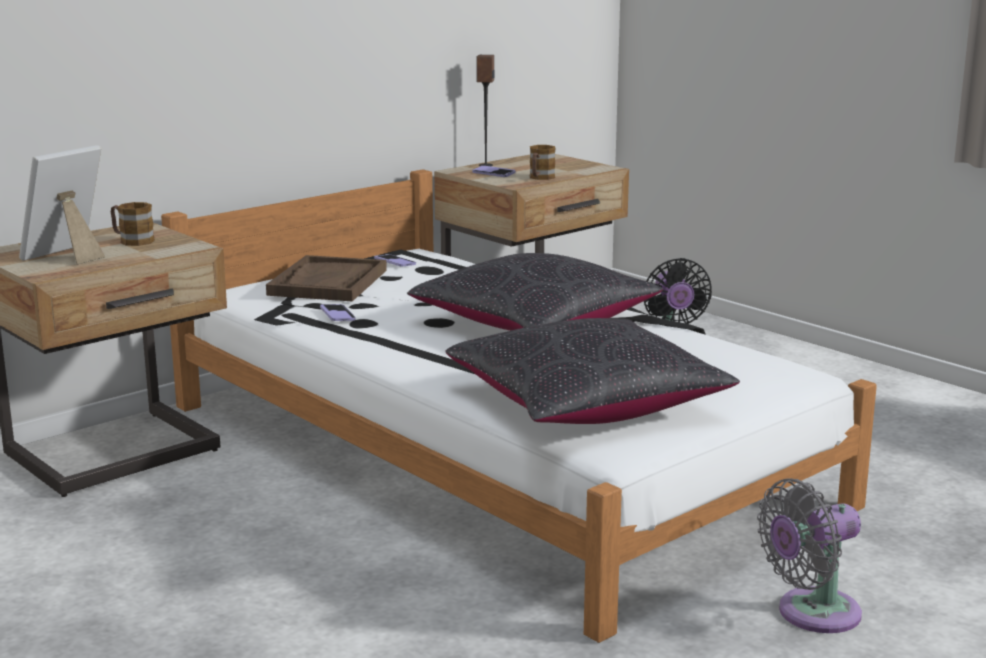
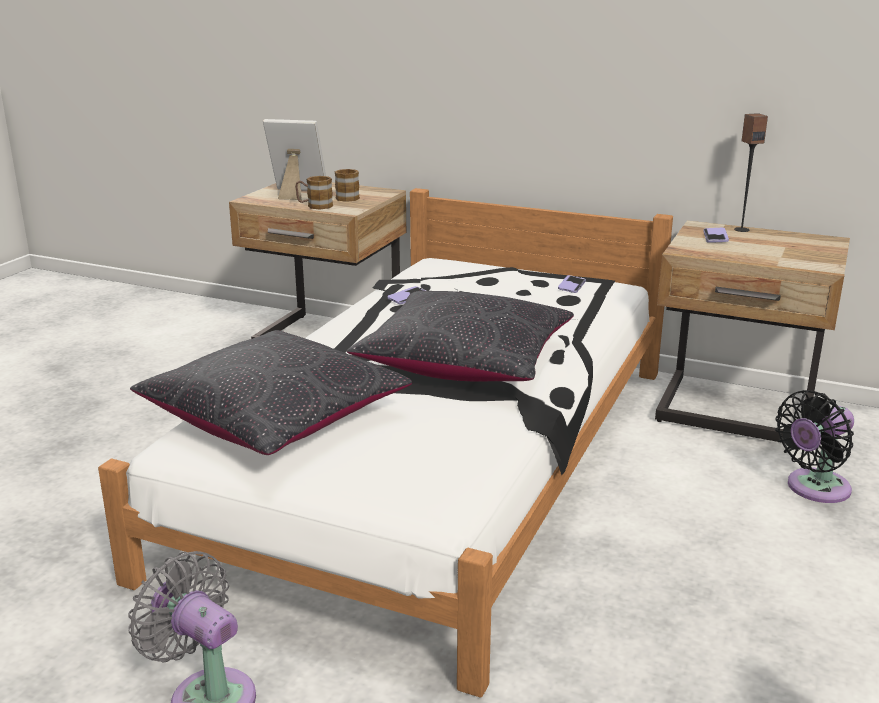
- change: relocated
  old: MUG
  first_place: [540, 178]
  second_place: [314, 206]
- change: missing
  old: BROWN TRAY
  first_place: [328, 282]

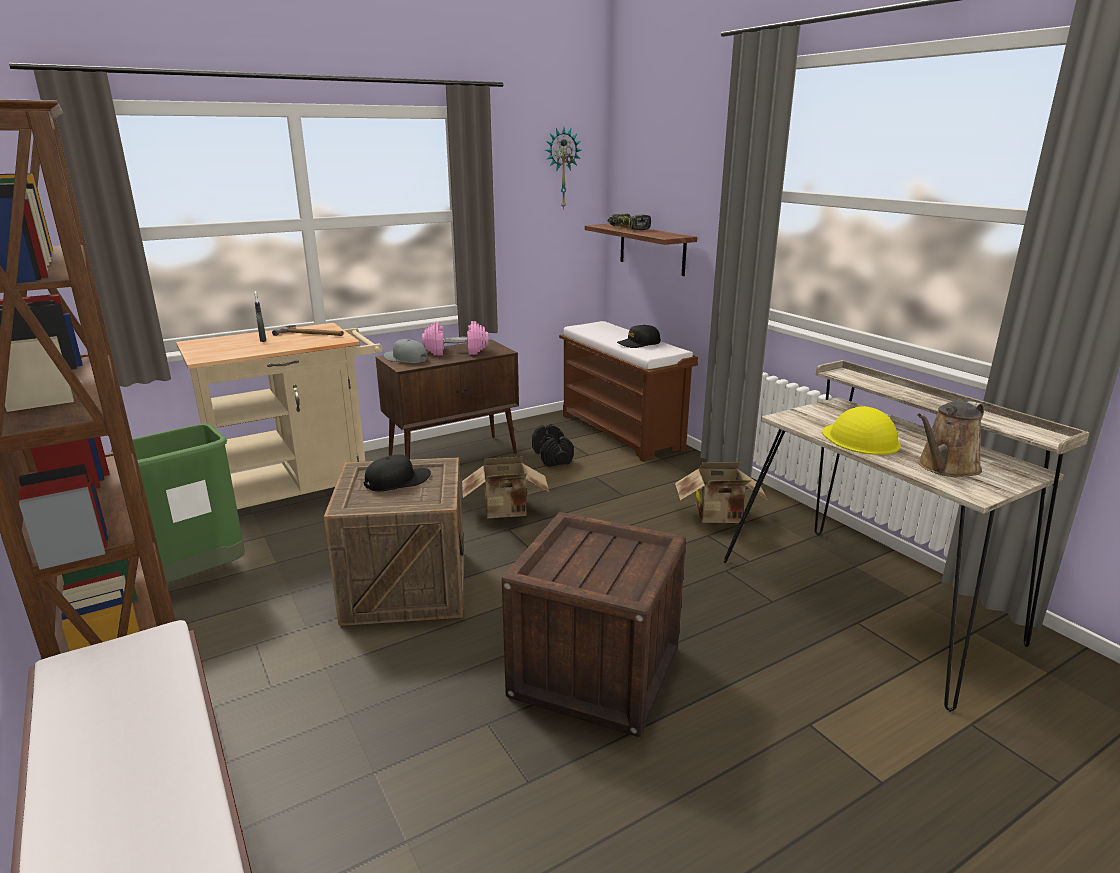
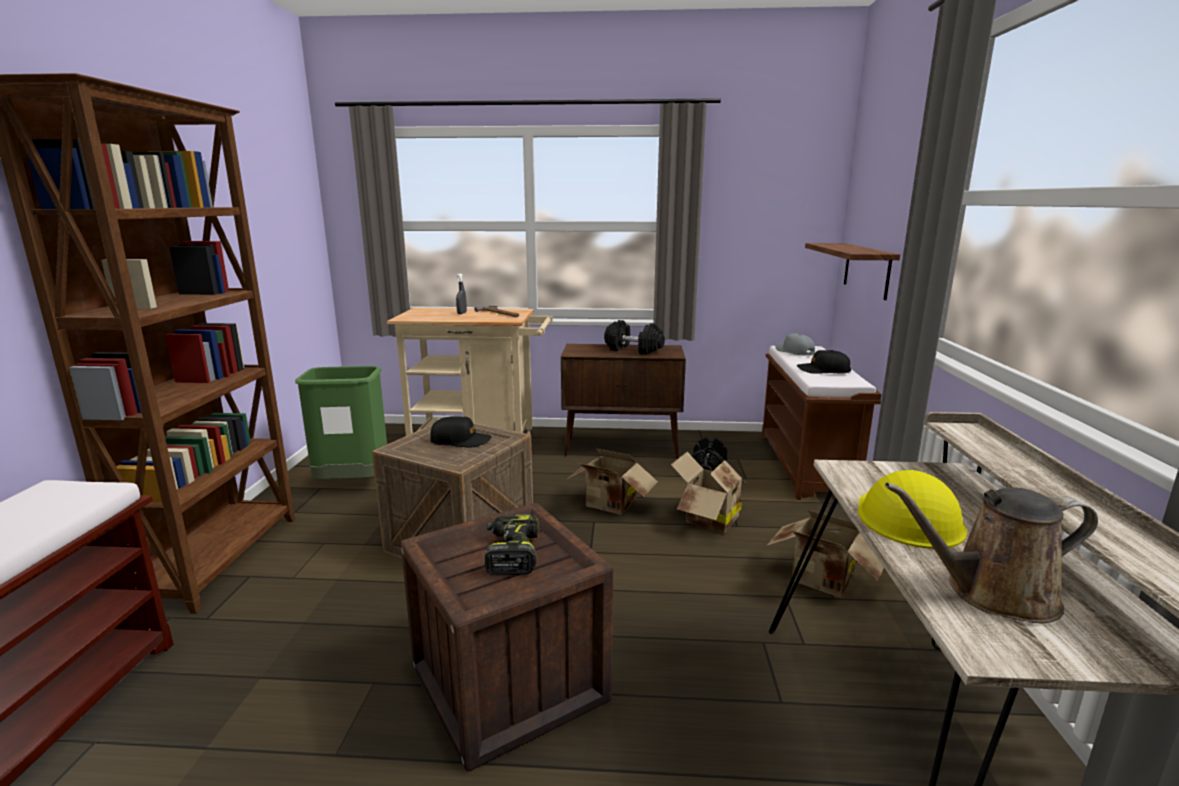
- change: relocated
  old: POWER DRILL
  first_place: [627, 228]
  second_place: [511, 553]
- change: colour
  old: PINK DUMBBELL
  new: BLACK DUMBBELL
  first_place: [456, 351]
  second_place: [634, 349]
- change: appeared
  new: CARDBOARD BOX
  second_place: [707, 520]
- change: relocated
  old: GREY CAP
  first_place: [405, 359]
  second_place: [794, 351]
- change: missing
  old: WALL CLOCK
  first_place: [561, 168]

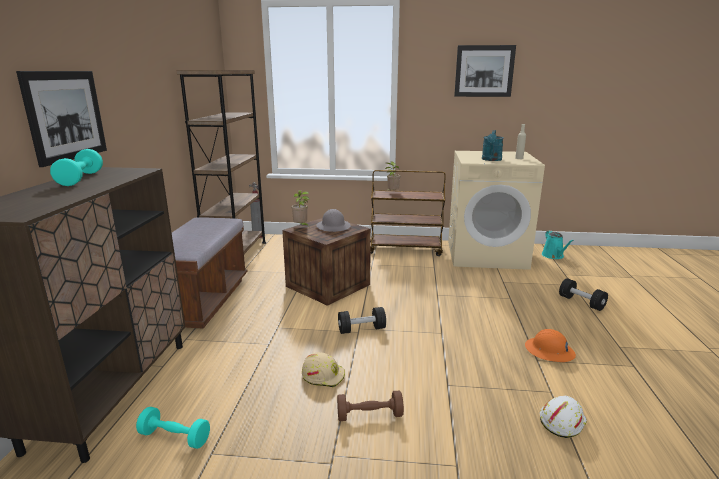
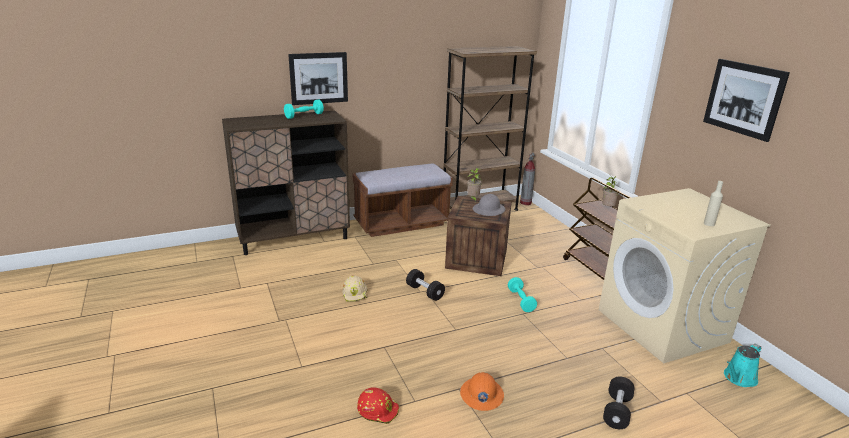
- change: colour
  old: WHITE HARD HAT
  new: RED HARD HAT
  first_place: [561, 421]
  second_place: [378, 410]
- change: relocated
  old: TURQUOISE DUMBBELL
  first_place: [175, 437]
  second_place: [521, 301]
- change: missing
  old: BROWN DUMBBELL
  first_place: [369, 415]
- change: missing
  old: TURQUOISE WATERING CAN
  first_place: [491, 160]

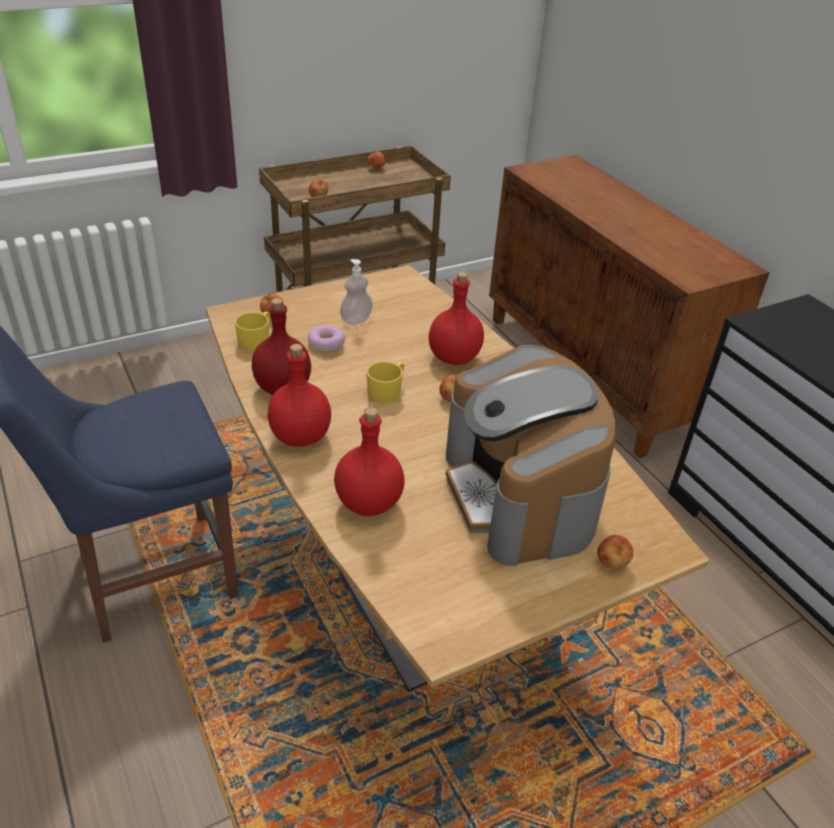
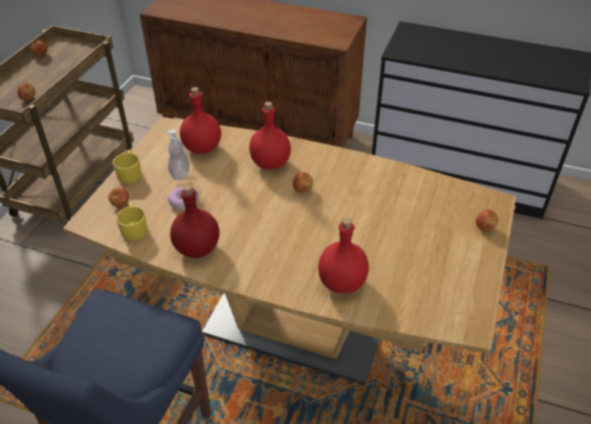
- change: relocated
  old: YELLOW MUG
  first_place: [387, 391]
  second_place: [130, 173]
- change: relocated
  old: RED BOTTLE
  first_place: [300, 436]
  second_place: [202, 147]
- change: missing
  old: COFFEE MACHINE
  first_place: [520, 495]

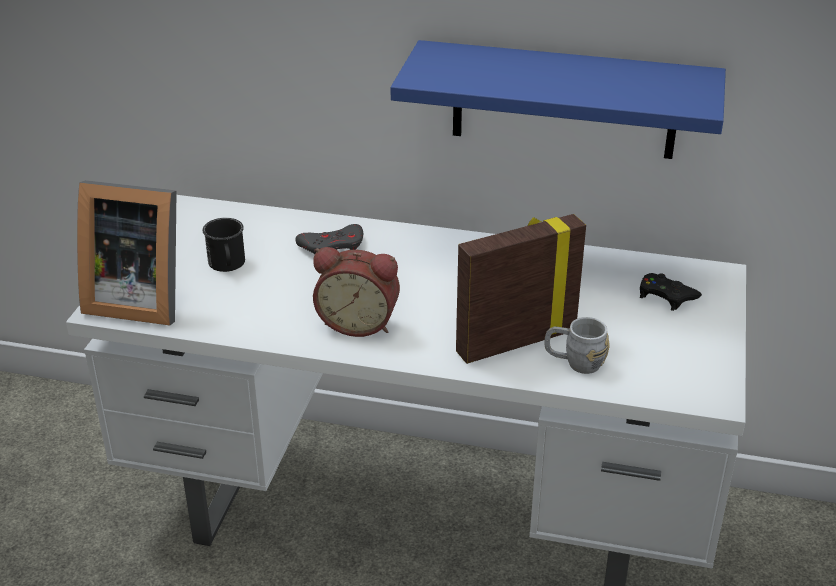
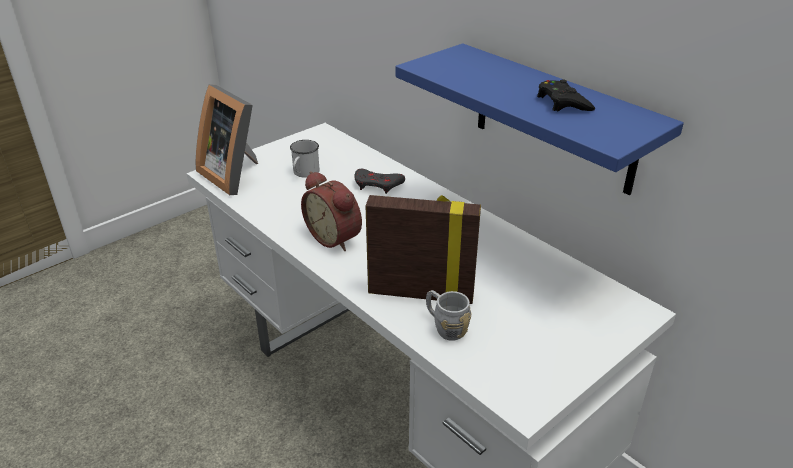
- change: colour
  old: BLACK MUG
  new: WHITE MUG
  first_place: [227, 265]
  second_place: [304, 173]
- change: relocated
  old: BLACK GAME CONTROLLER
  first_place: [666, 296]
  second_place: [563, 102]

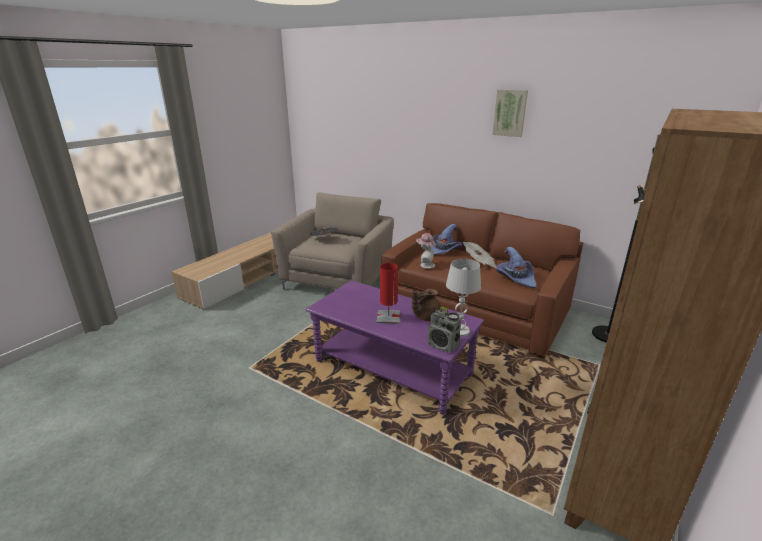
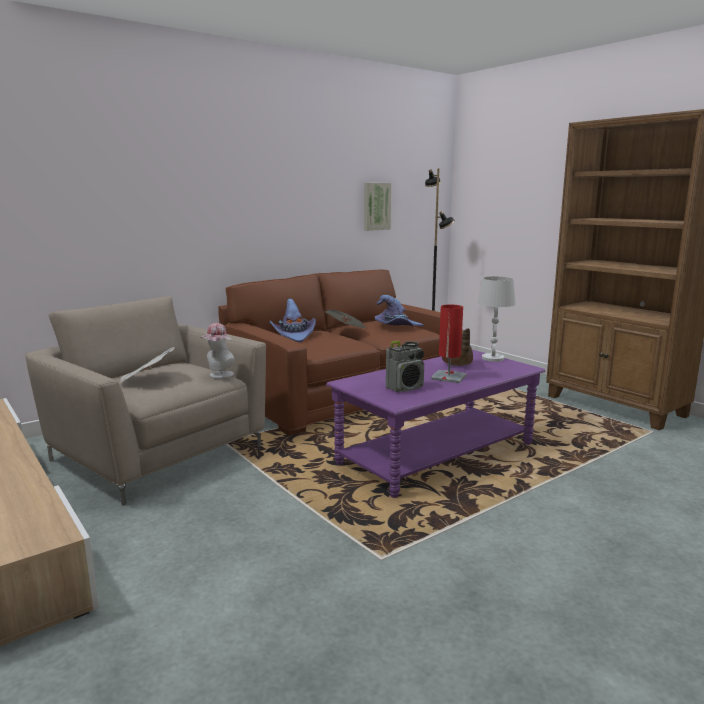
- change: relocated
  old: HAT
  first_place: [425, 265]
  second_place: [219, 375]
- change: relocated
  old: PICTURE
  first_place: [510, 113]
  second_place: [376, 206]
- change: relocated
  old: RADIO
  first_place: [443, 346]
  second_place: [405, 388]

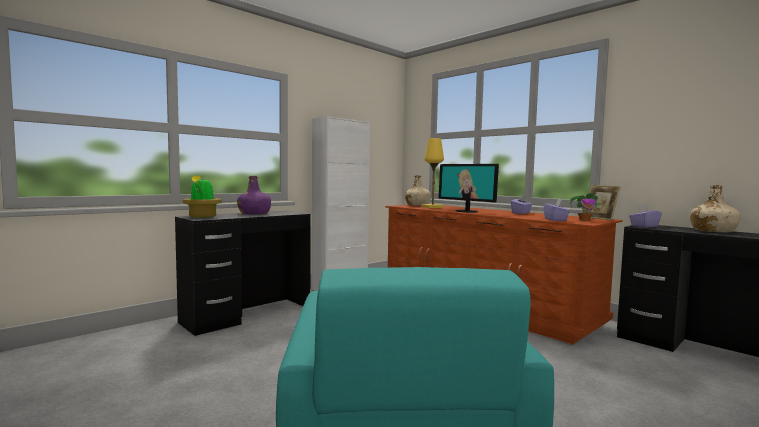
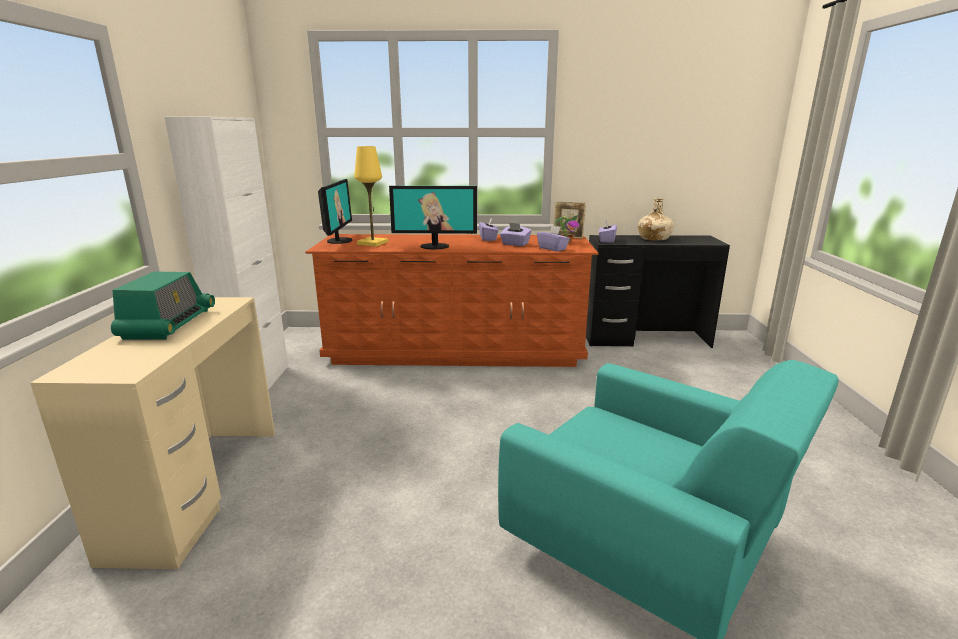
- change: colour
  old: BLACK DESK
  new: BEIGE DESK
  first_place: [247, 315]
  second_place: [198, 489]
- change: exchanged
  old: PURPLE BOTTLE
  new: RADIO
  first_place: [254, 214]
  second_place: [168, 324]
- change: exchanged
  old: BEIGE BOTTLE
  new: MONITOR
  first_place: [417, 205]
  second_place: [339, 240]
- change: appeared
  new: PURPLE TISSUE BOX
  second_place: [515, 244]
- change: missing
  old: POTTED PLANT
  first_place: [202, 217]

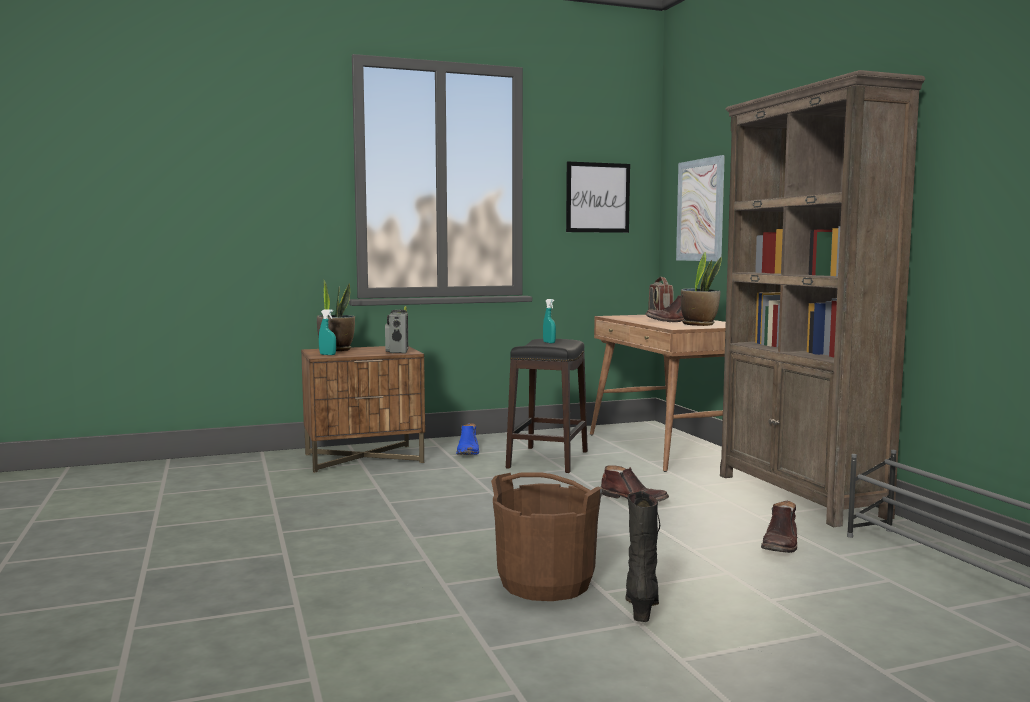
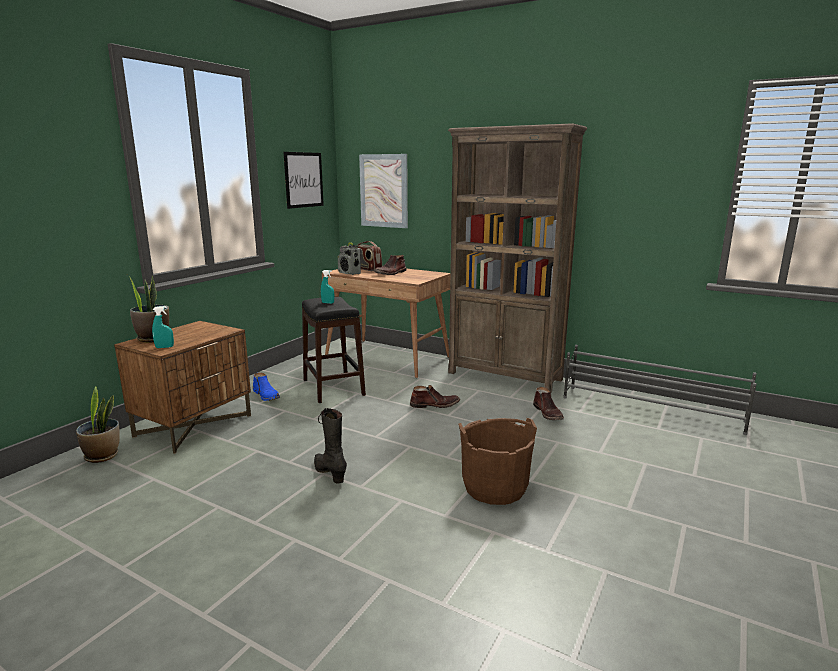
- change: relocated
  old: POTTED PLANT
  first_place: [699, 324]
  second_place: [102, 456]
- change: relocated
  old: BLACK BOOT
  first_place: [642, 607]
  second_place: [330, 473]
- change: relocated
  old: RADIO
  first_place: [397, 351]
  second_place: [349, 273]

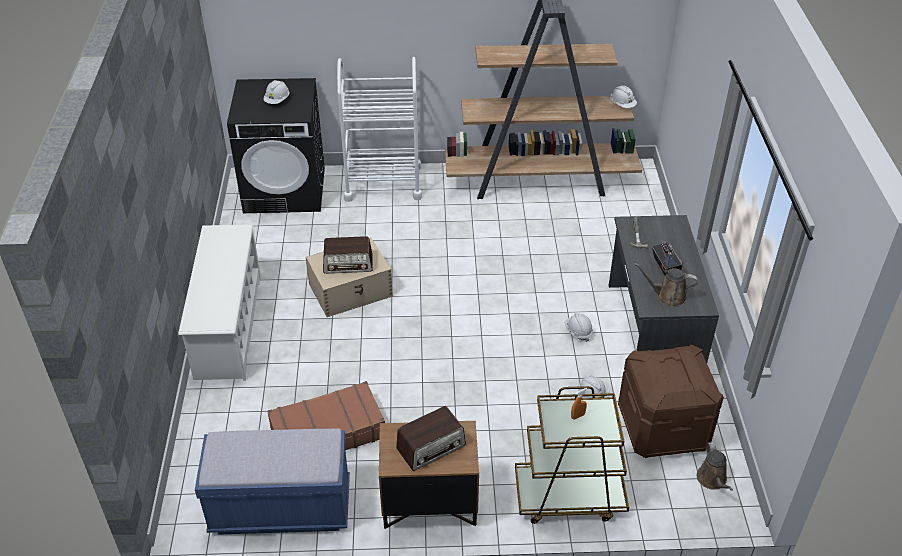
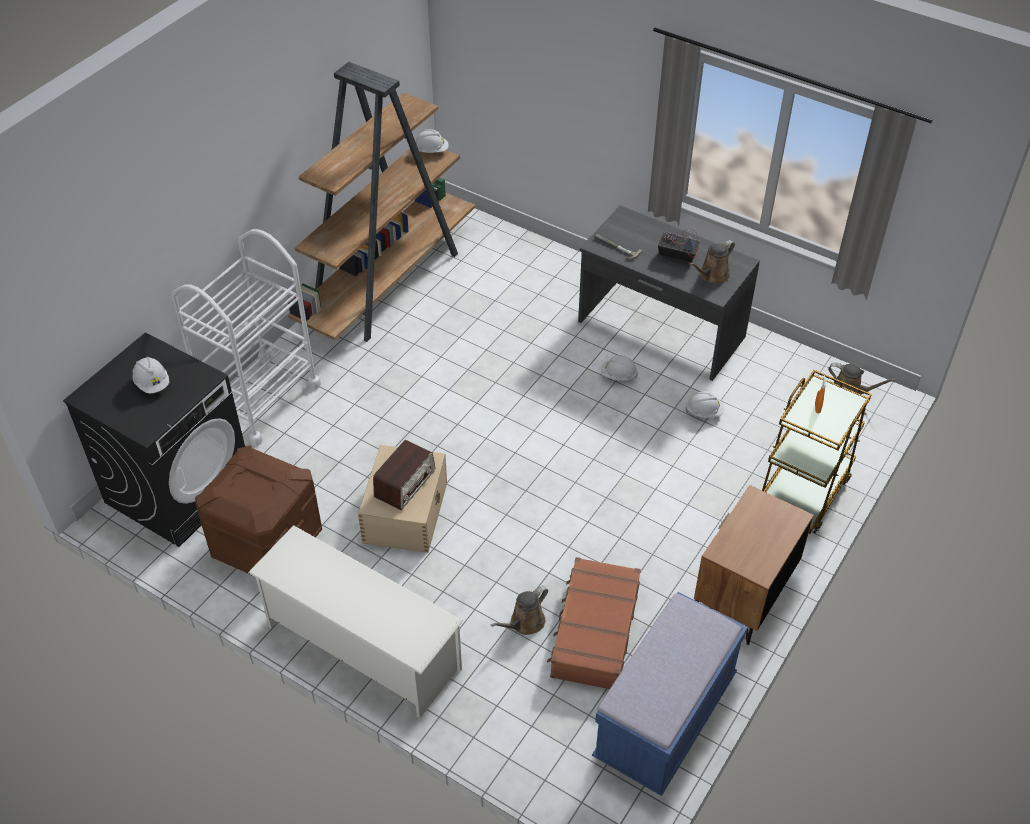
- change: relocated
  old: BROWN STORAGE BOX
  first_place: [661, 427]
  second_place: [266, 543]
- change: appeared
  new: BROWN WATERING CAN
  second_place: [524, 623]
- change: missing
  old: RADIO
  first_place: [431, 447]

